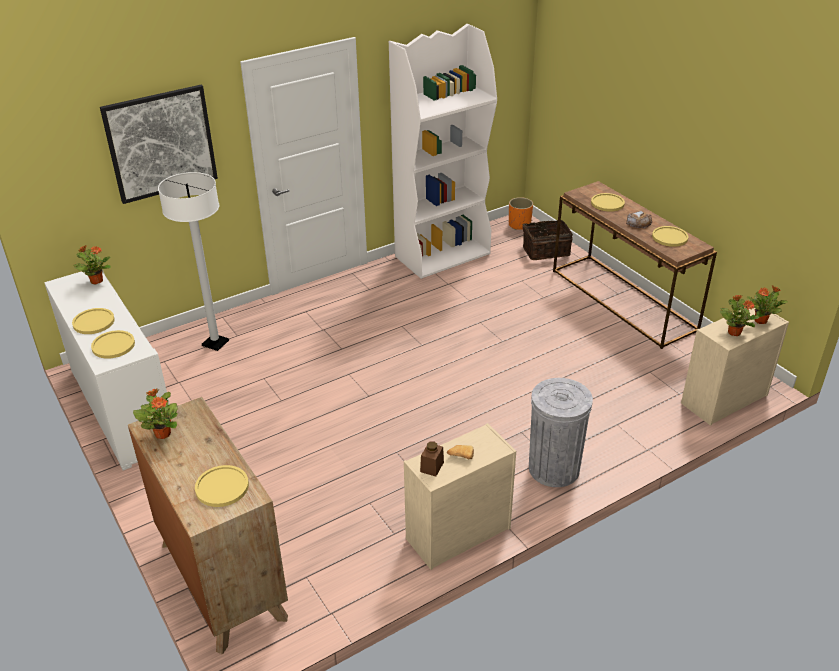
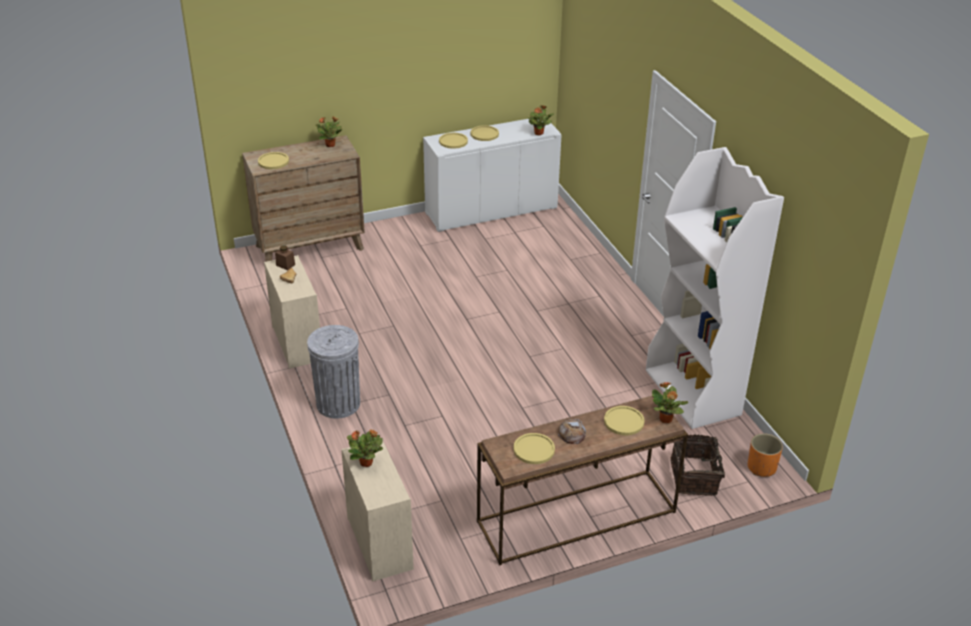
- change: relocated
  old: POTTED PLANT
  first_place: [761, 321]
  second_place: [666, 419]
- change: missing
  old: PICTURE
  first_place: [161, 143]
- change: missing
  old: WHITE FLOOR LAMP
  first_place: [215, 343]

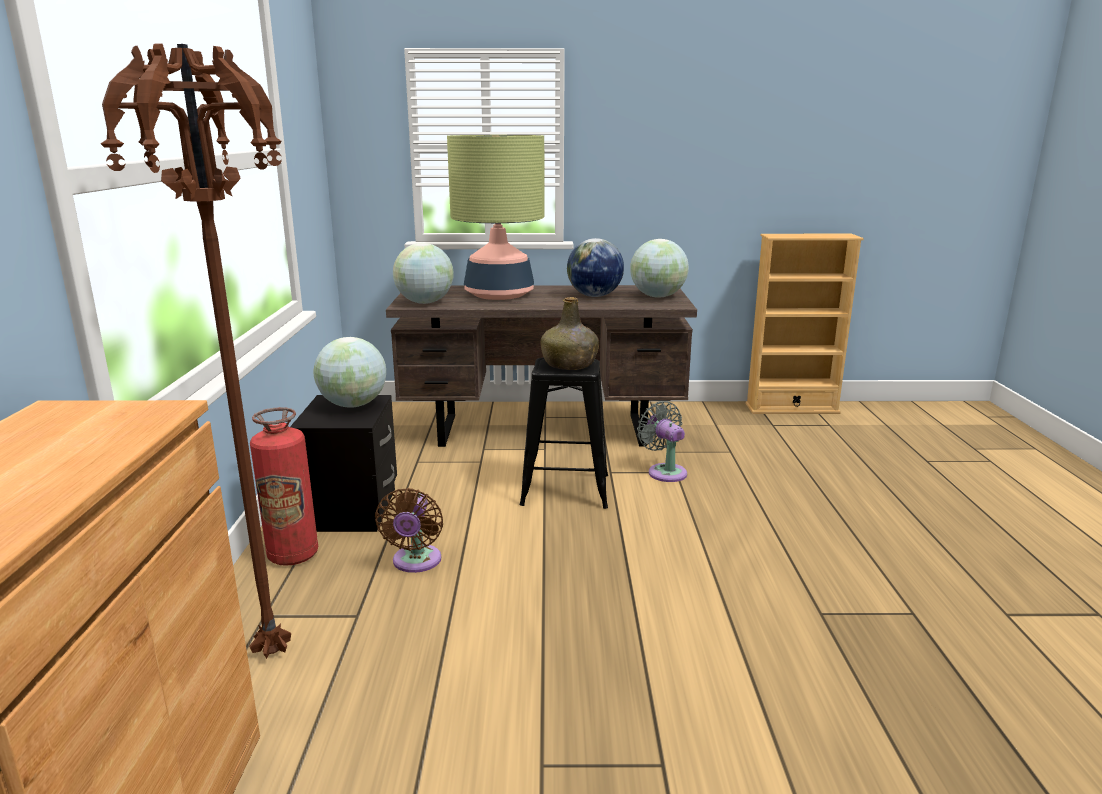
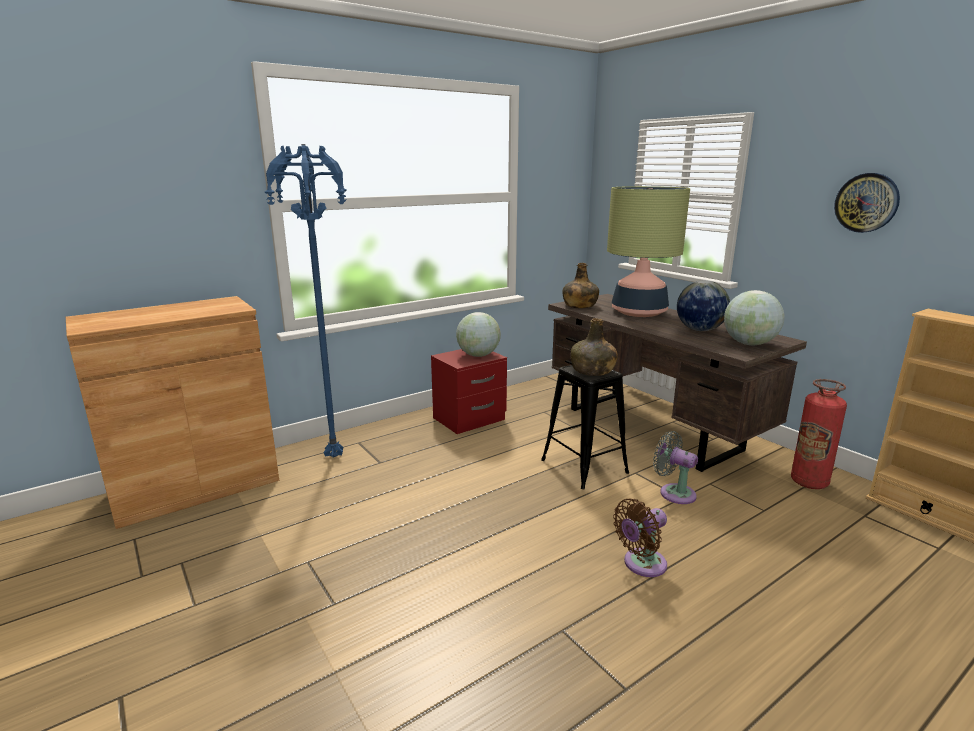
- change: colour
  old: BROWN FLOOR LAMP
  new: BLUE FLOOR LAMP
  first_place: [269, 652]
  second_place: [334, 456]
- change: colour
  old: BLACK NIGHTSTAND
  new: RED NIGHTSTAND
  first_place: [354, 509]
  second_place: [470, 419]
- change: exchanged
  old: GLOBE
  new: GREEN BOTTLE
  first_place: [424, 303]
  second_place: [579, 305]
- change: relocated
  old: BROWN FAN
  first_place: [415, 562]
  second_place: [641, 564]
- change: spun
  old: GREY FAN
  first_place: [664, 471]
  second_place: [674, 493]
  degrees: -75
- change: relocated
  old: FIRE EXTINGUISHER
  first_place: [293, 555]
  second_place: [809, 482]
- change: appeared
  new: WALL CLOCK
  second_place: [866, 203]

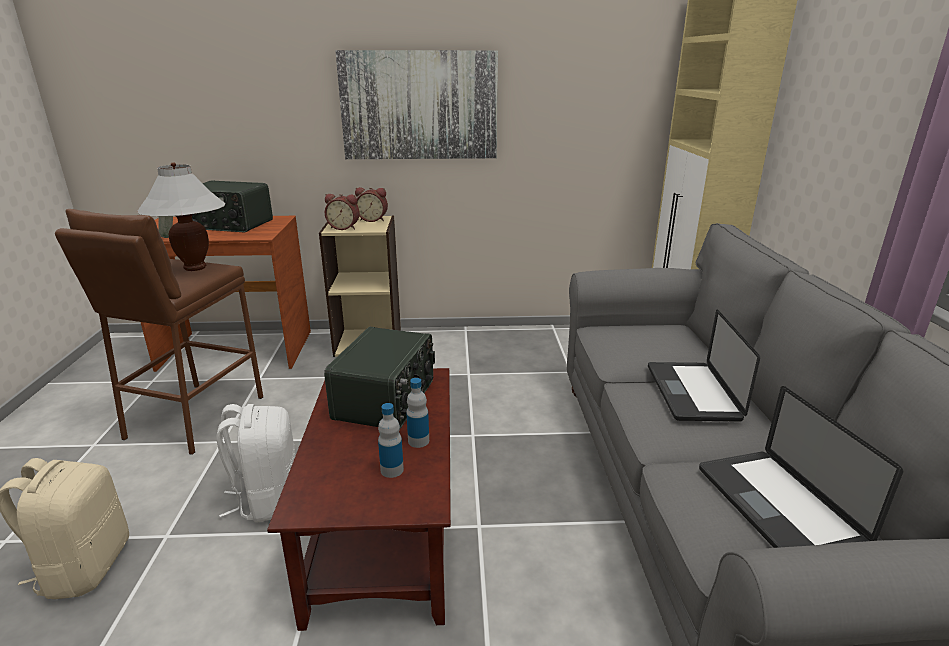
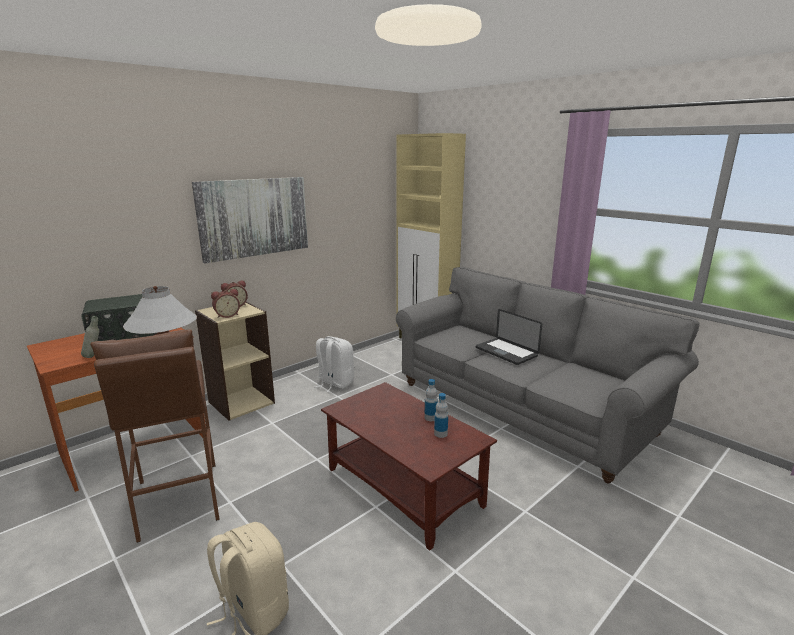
- change: relocated
  old: WHITE BACKPACK
  first_place: [268, 499]
  second_place: [334, 383]
- change: missing
  old: RADIO
  first_place: [386, 400]
- change: missing
  old: LAPTOP
  first_place: [777, 506]

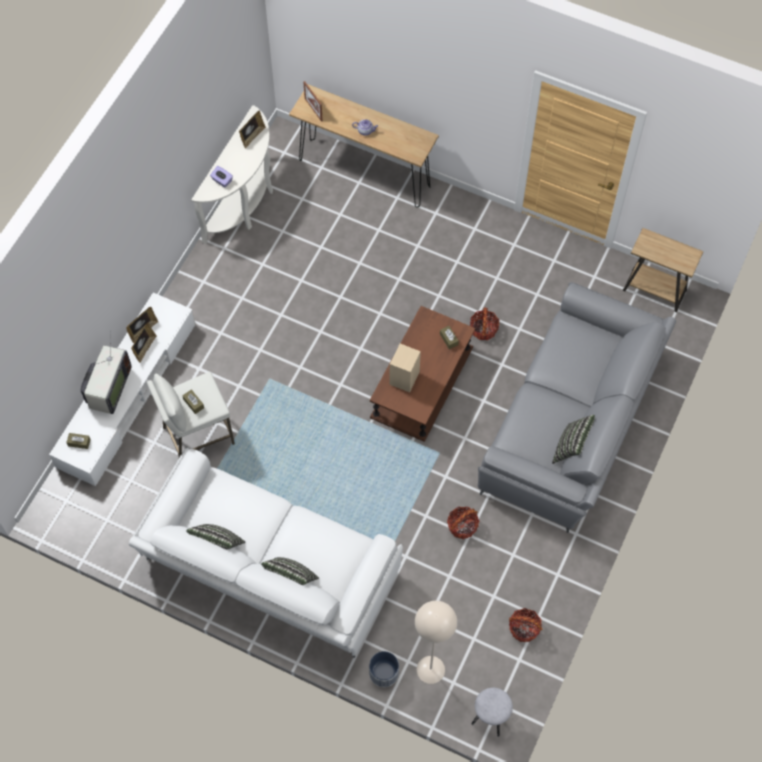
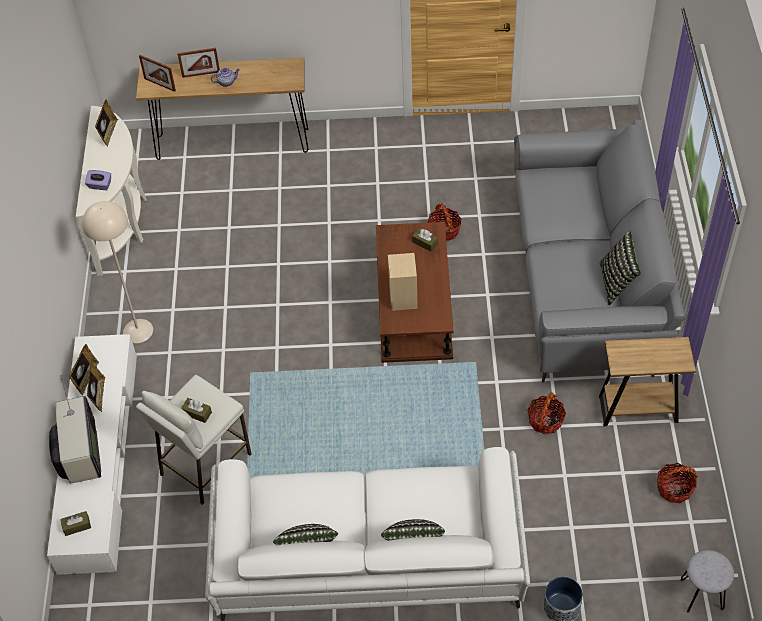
- change: relocated
  old: BEIGE FLOOR LAMP
  first_place: [430, 669]
  second_place: [137, 331]
- change: appeared
  new: PICTURE FRAME
  second_place: [201, 74]
- change: relocated
  old: BROWN SIDE TABLE
  first_place: [654, 290]
  second_place: [638, 409]

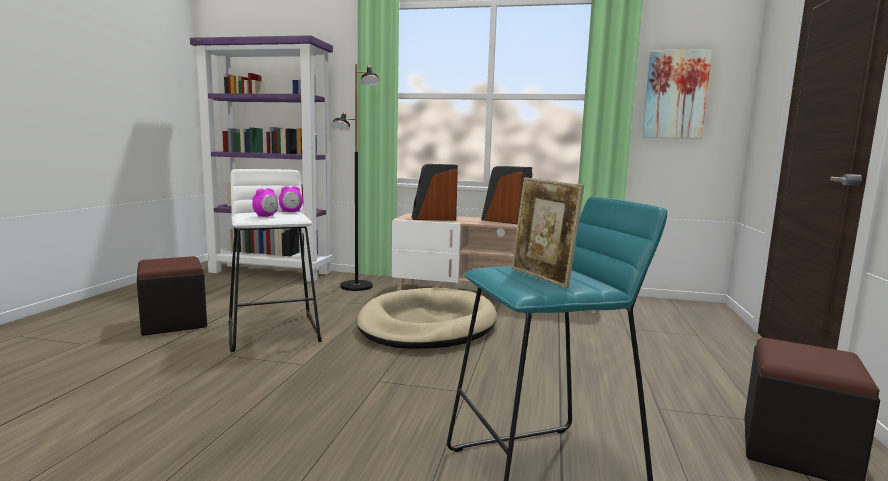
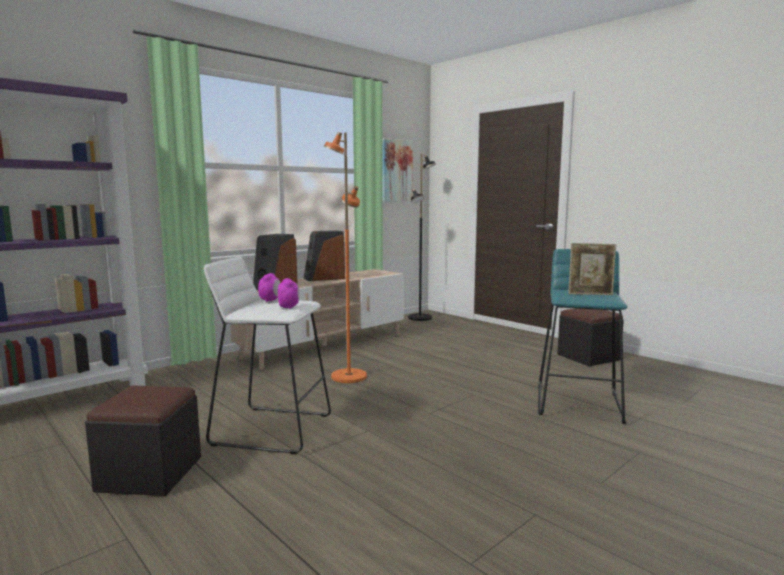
- change: exchanged
  old: BEIGE DOG BED
  new: ORANGE FLOOR LAMP
  first_place: [427, 325]
  second_place: [348, 376]
- change: relocated
  old: BLACK FLOOR LAMP
  first_place: [356, 286]
  second_place: [420, 318]

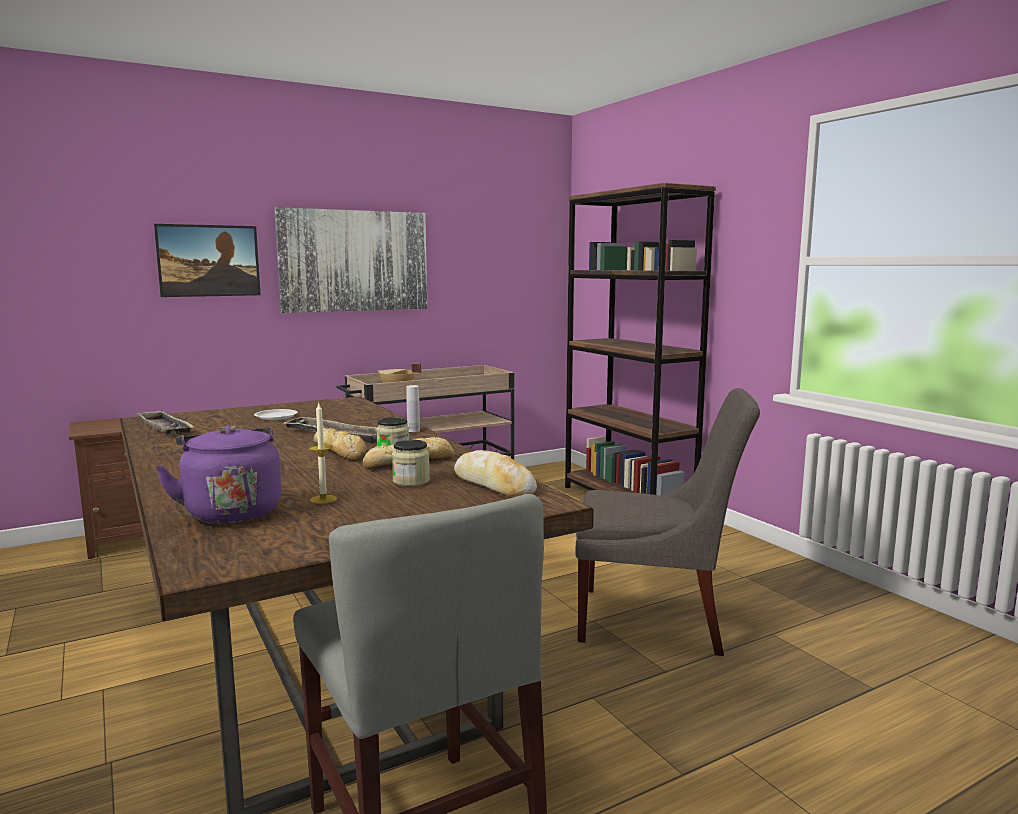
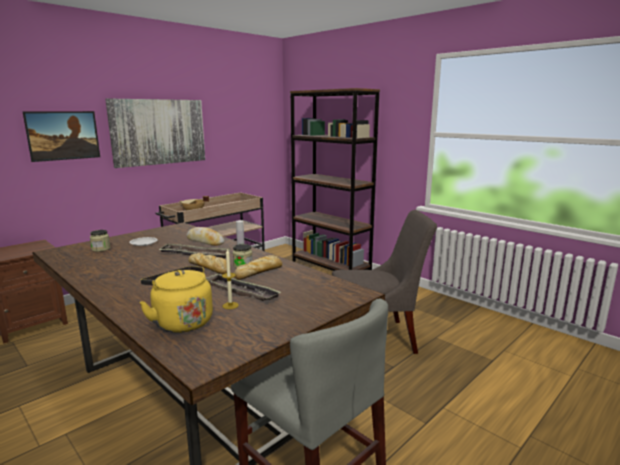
- change: relocated
  old: JAR
  first_place: [411, 481]
  second_place: [101, 249]
- change: colour
  old: PURPLE KETTLE
  new: YELLOW KETTLE
  first_place: [231, 512]
  second_place: [181, 321]
- change: relocated
  old: BREAD
  first_place: [494, 484]
  second_place: [205, 241]
- change: relocated
  old: TRAY
  first_place: [164, 428]
  second_place: [240, 292]

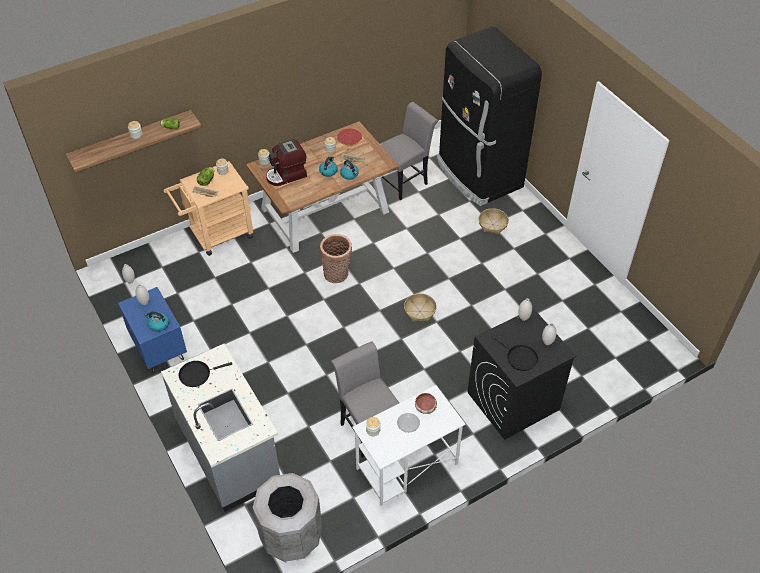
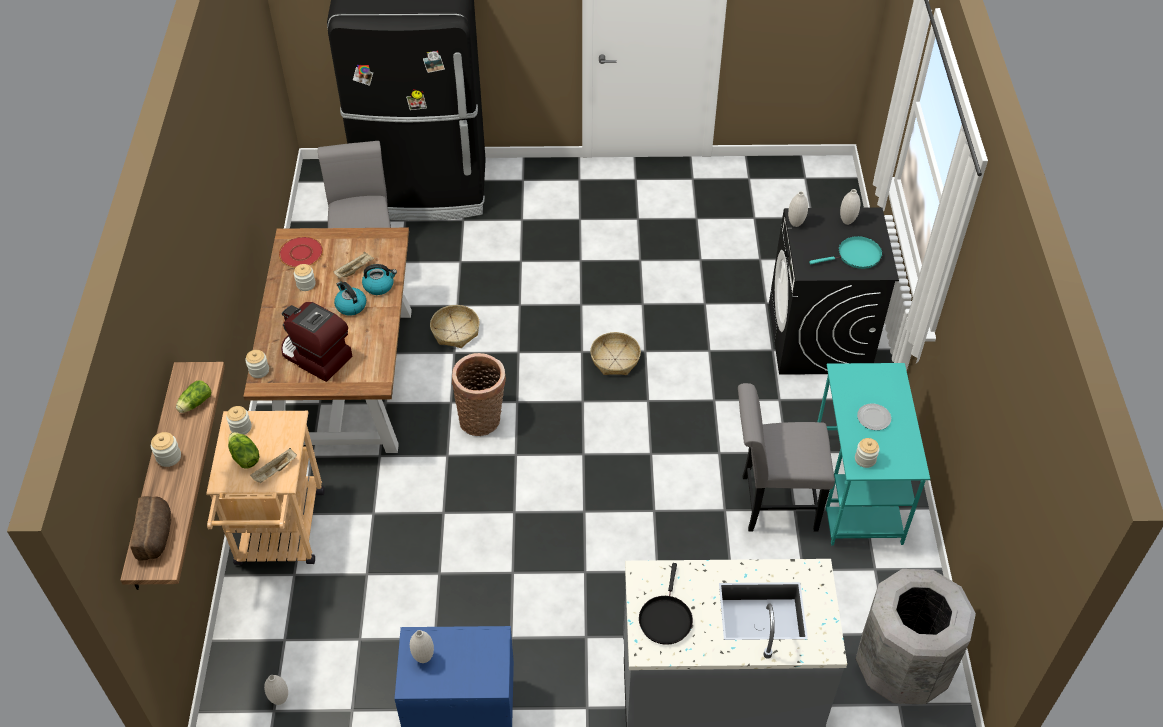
- change: appeared
  new: BREAD
  second_place: [157, 535]
- change: spun
  old: COFFEE MACHINE
  first_place: [286, 175]
  second_place: [315, 357]
  degrees: 120
- change: relocated
  old: BASKET
  first_place: [493, 224]
  second_place: [455, 331]
- change: colour
  old: BLACK FRYING PAN
  new: TURQUOISE FRYING PAN
  first_place: [520, 358]
  second_place: [856, 256]
- change: colour
  old: WHITE DESK
  new: TURQUOISE DESK
  first_place: [406, 466]
  second_place: [857, 489]
- change: missing
  old: KETTLE
  first_place: [158, 325]
- change: missing
  old: BOWL
  first_place: [425, 407]

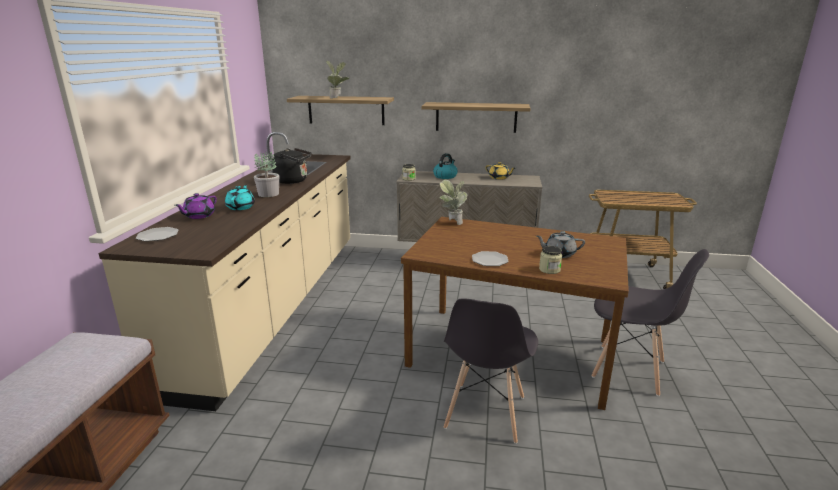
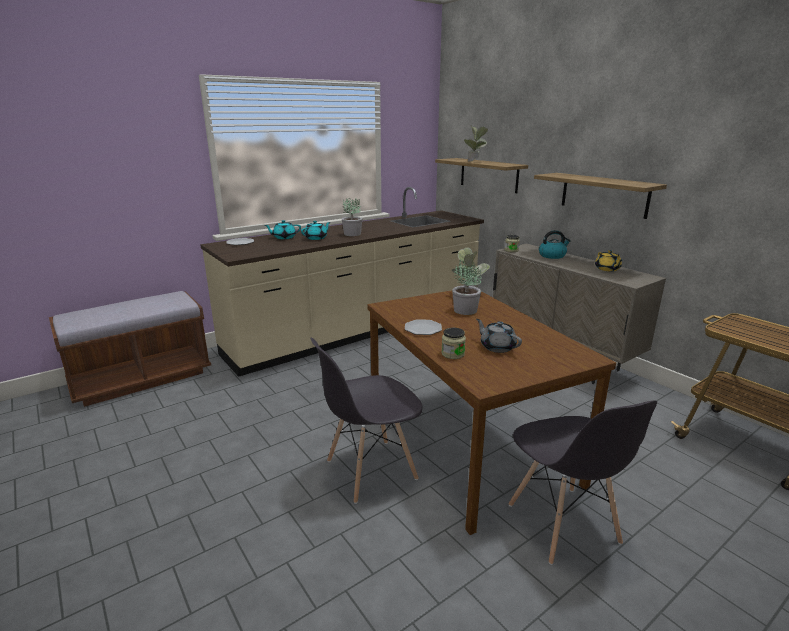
- change: colour
  old: PURPLE TEAPOT
  new: TURQUOISE TEAPOT
  first_place: [199, 216]
  second_place: [284, 237]
- change: appeared
  new: POTTED PLANT
  second_place: [464, 310]
- change: missing
  old: BLACK KETTLE
  first_place: [293, 181]

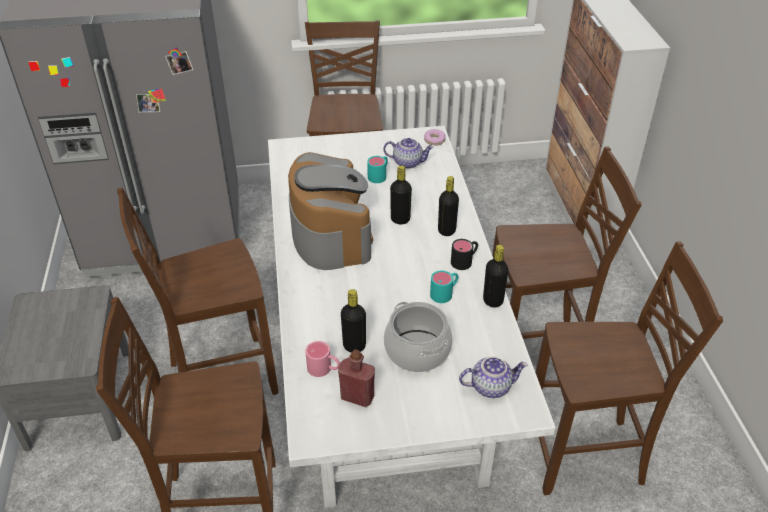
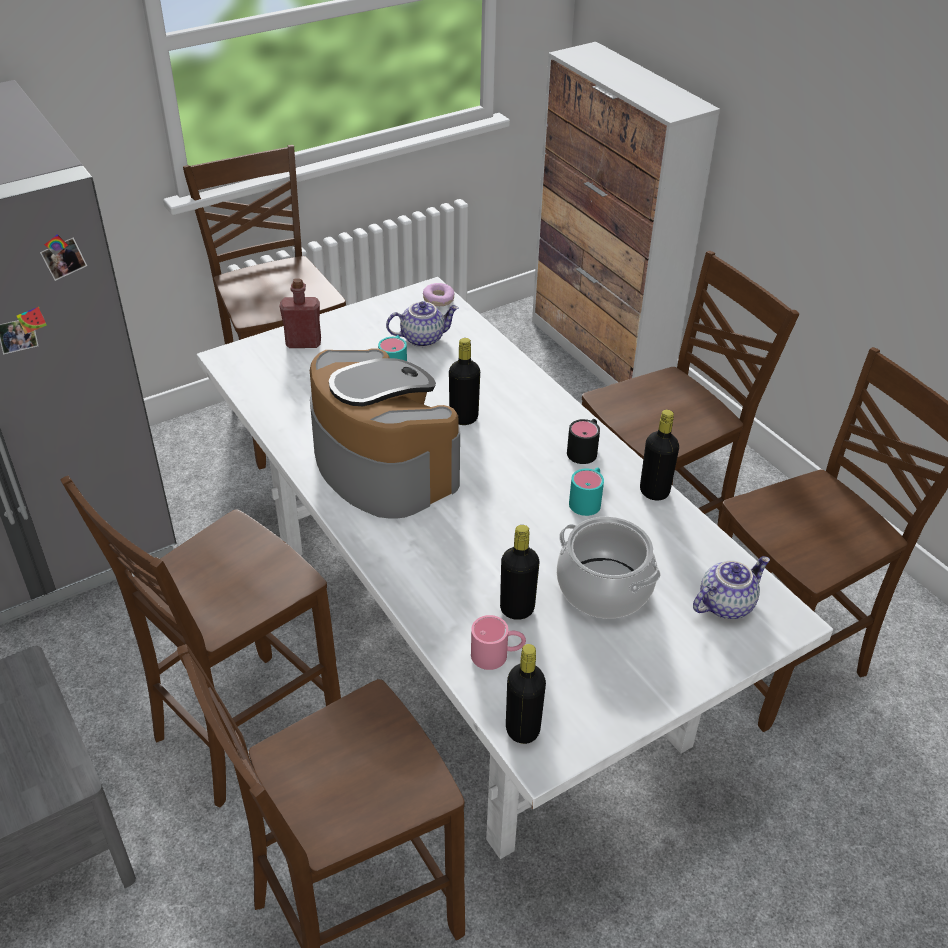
- change: relocated
  old: RED BOTTLE
  first_place: [357, 397]
  second_place: [303, 343]
- change: relocated
  old: BLACK BOTTLE
  first_place: [446, 230]
  second_place: [522, 729]

